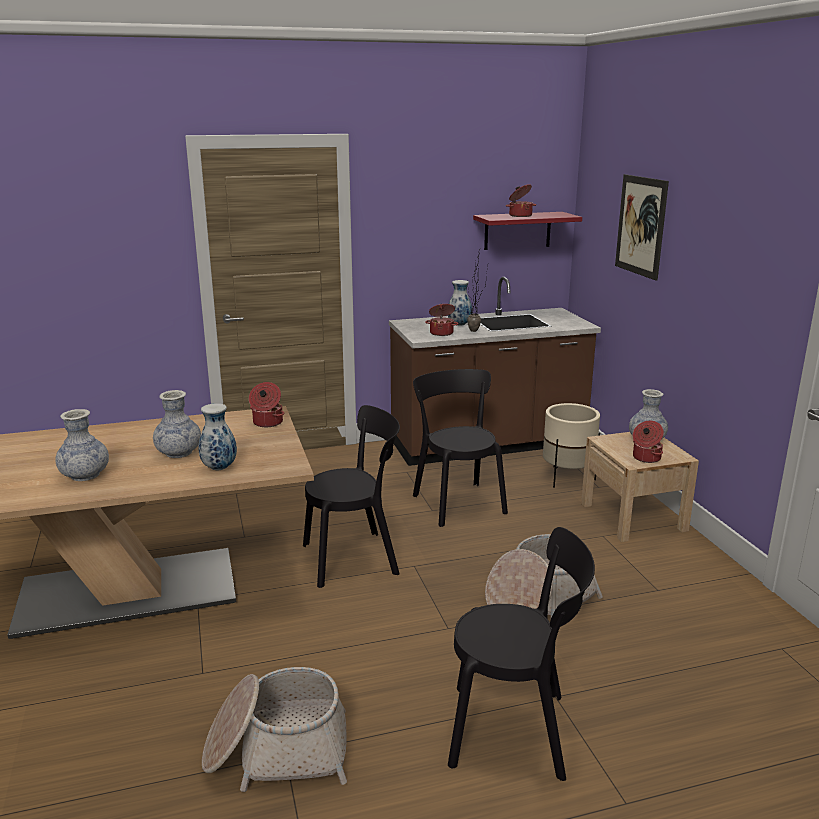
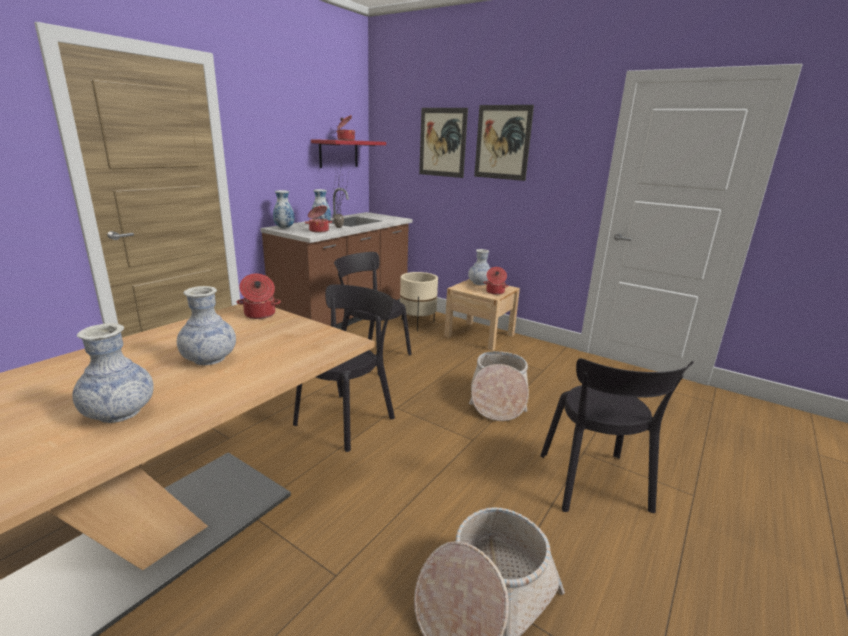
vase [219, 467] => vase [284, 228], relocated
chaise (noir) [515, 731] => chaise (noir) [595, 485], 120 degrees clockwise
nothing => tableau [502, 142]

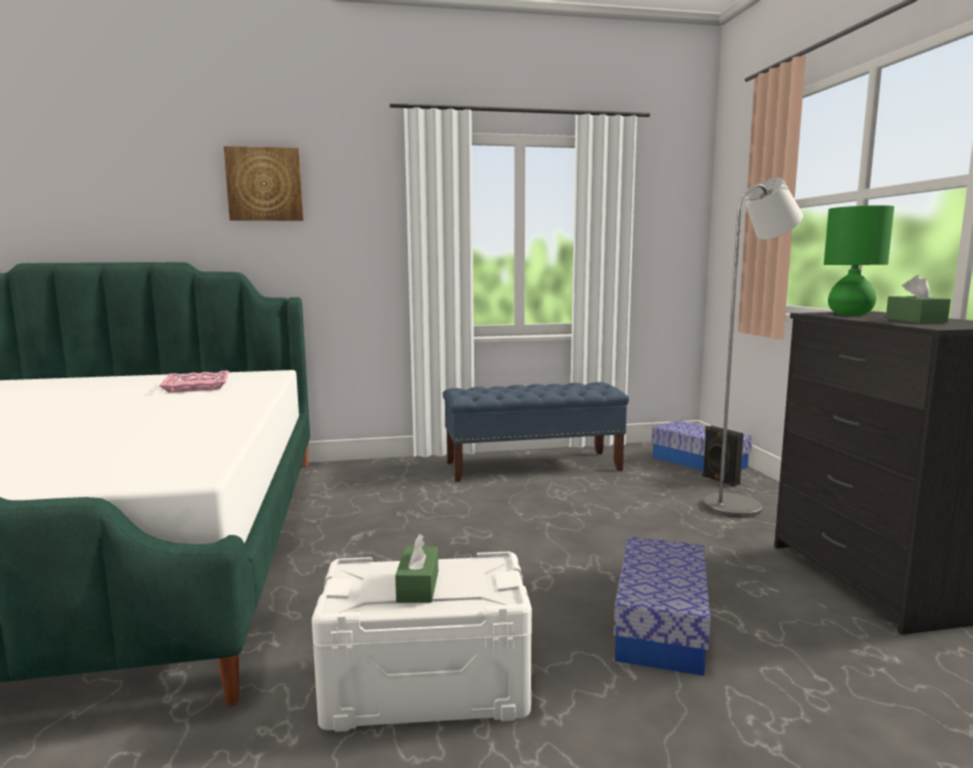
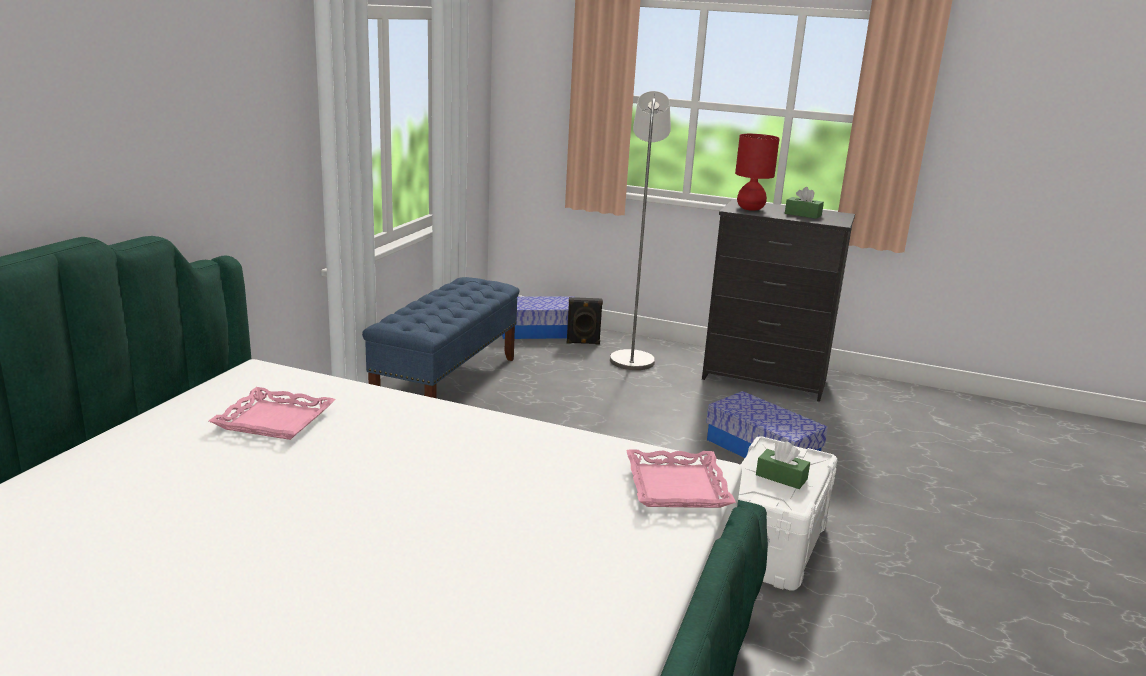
tableau [265, 184] => nothing
lampe de table (vert) [850, 314] => lampe de table (rouge) [750, 208]
nothing => plateau (rose) [678, 487]

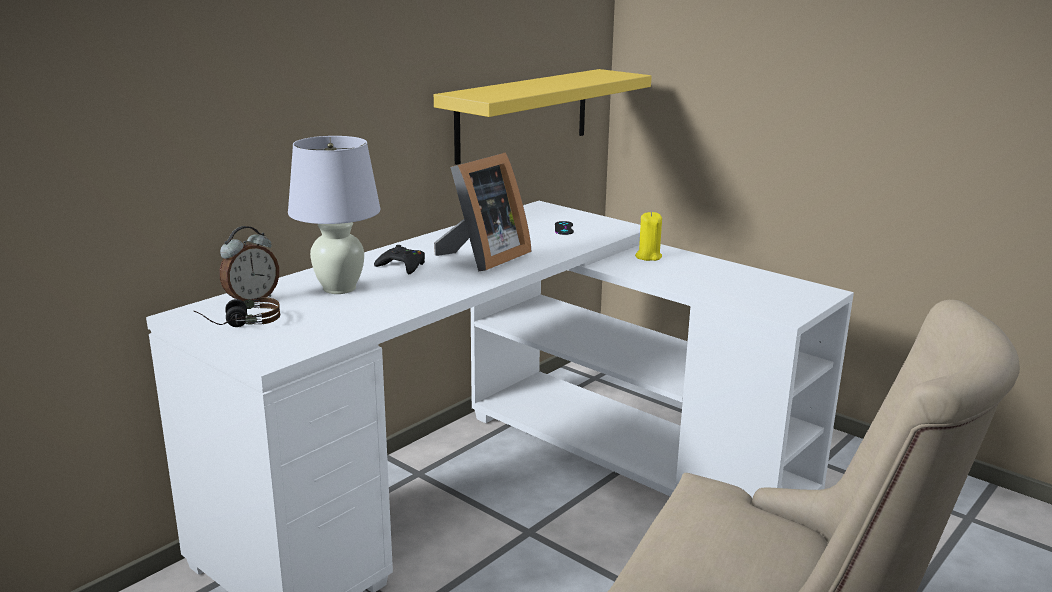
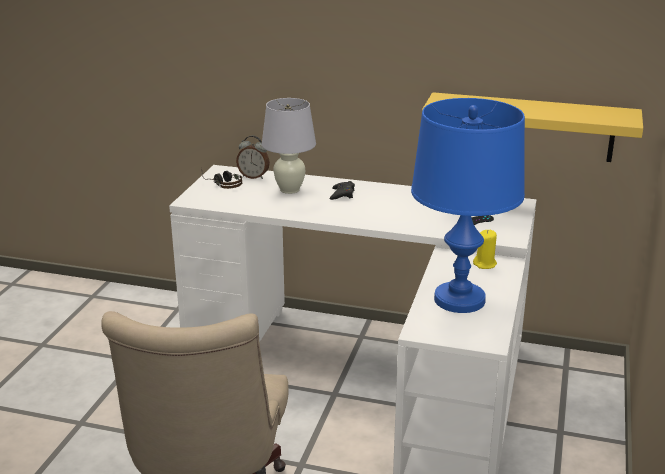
cadre photo [483, 258] => nothing
nothing => lampe de table (bleu) [460, 300]

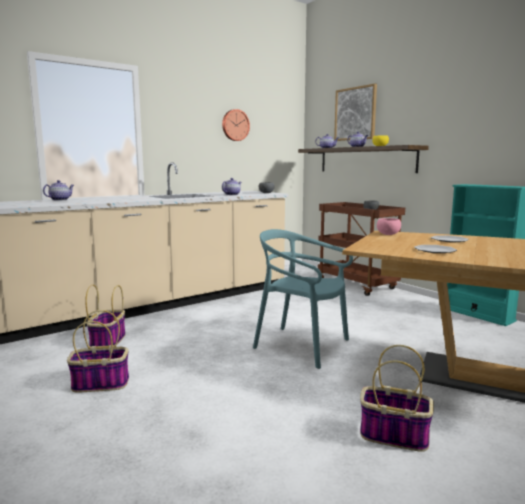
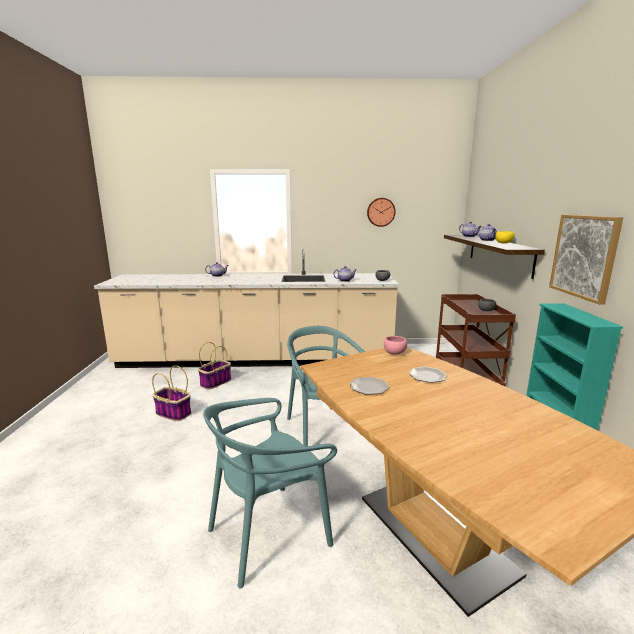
tableau [355, 113] => tableau [584, 256], relocated
panier [392, 436] => chaise (turquoise) [269, 533]

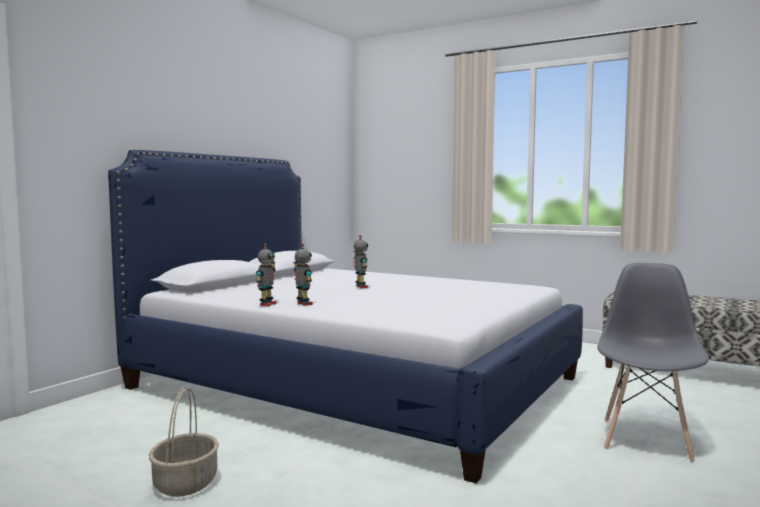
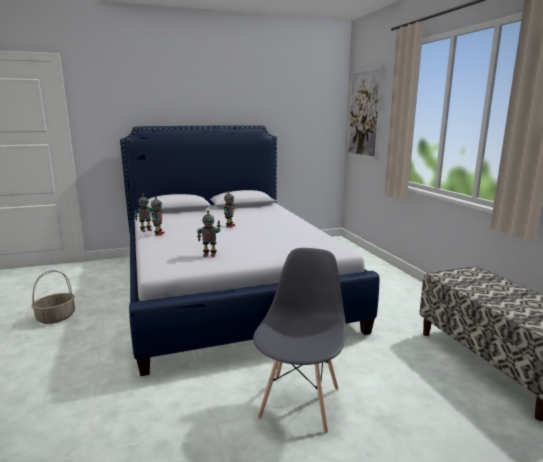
chaise (gris) [646, 439] => chaise (gris) [300, 402], 45 degrees counterclockwise
nothing => robot jouet [209, 254]
nothing => tableau [364, 114]

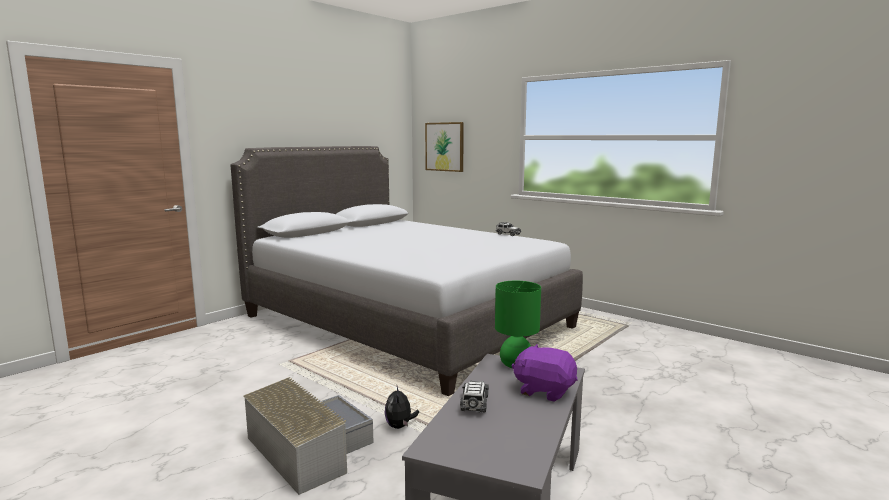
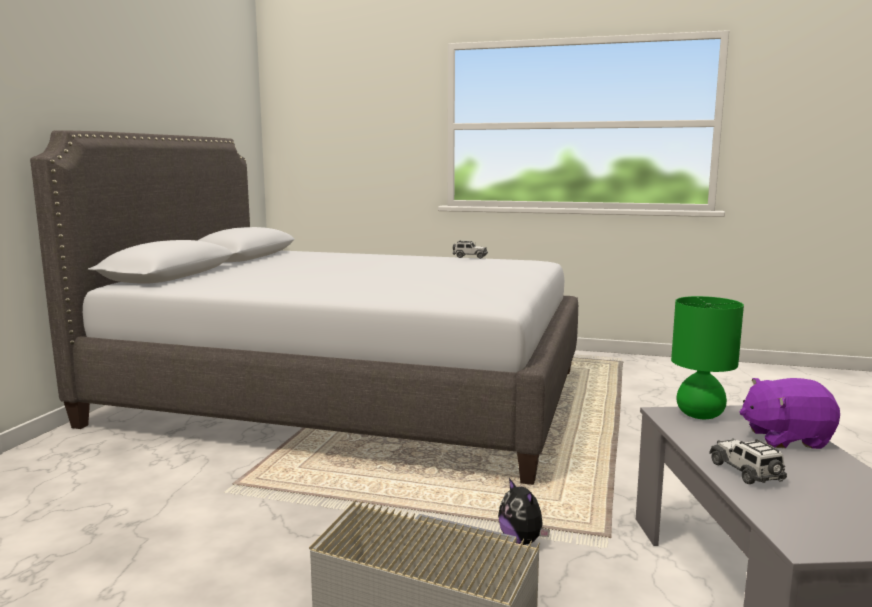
tableau [444, 146] => nothing

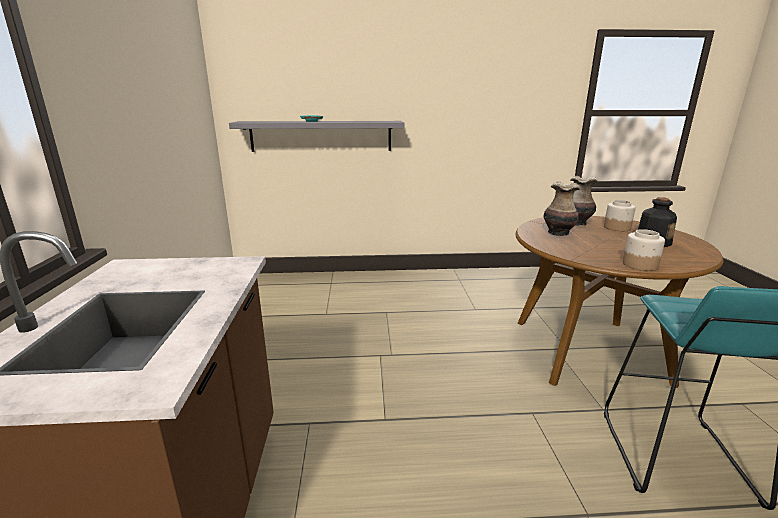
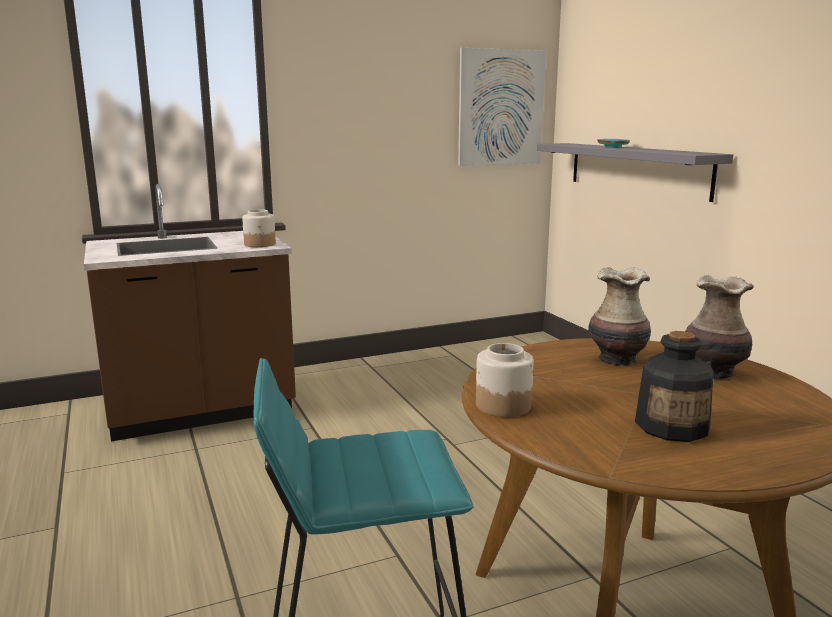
bocal [617, 227] => bocal [260, 244], relocated
nothing => tableau [501, 108]

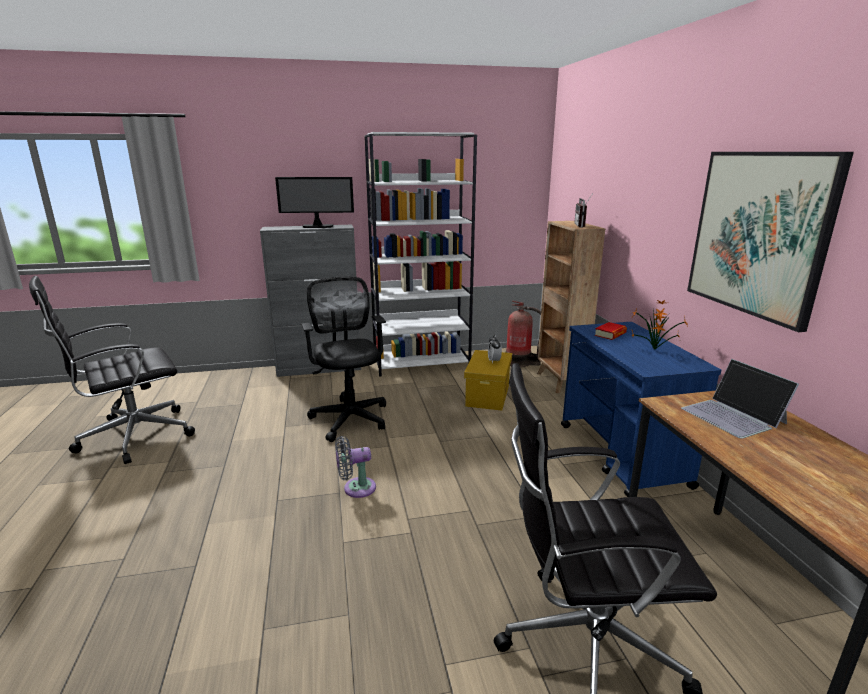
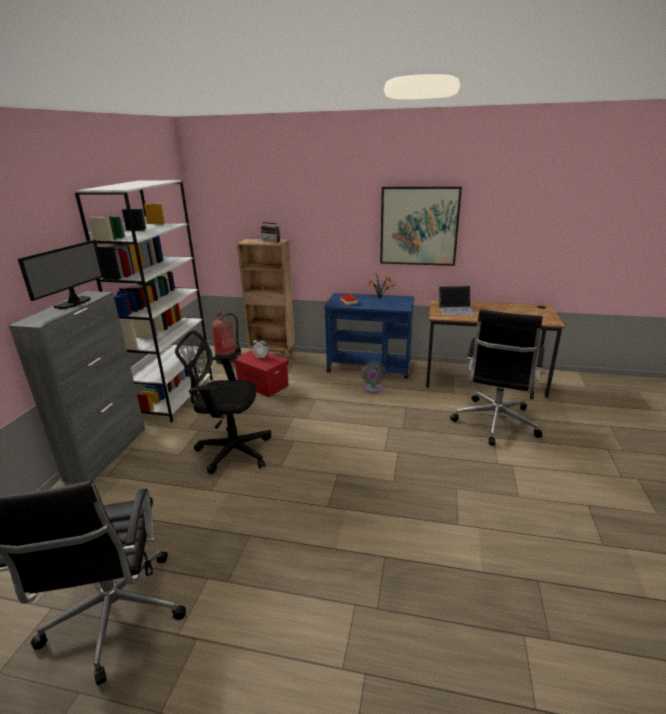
ventilateur (gris) [356, 488] => ventilateur (gris) [373, 389], relocated
boîte de rangement (jaune) [488, 396] => boîte de rangement (rouge) [263, 384]

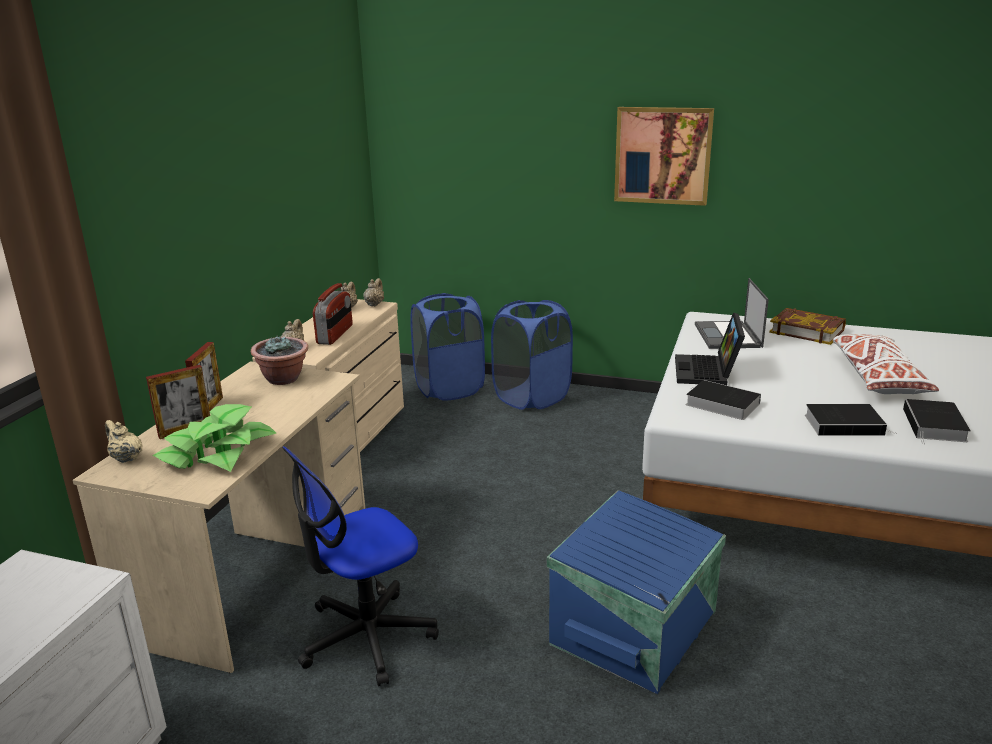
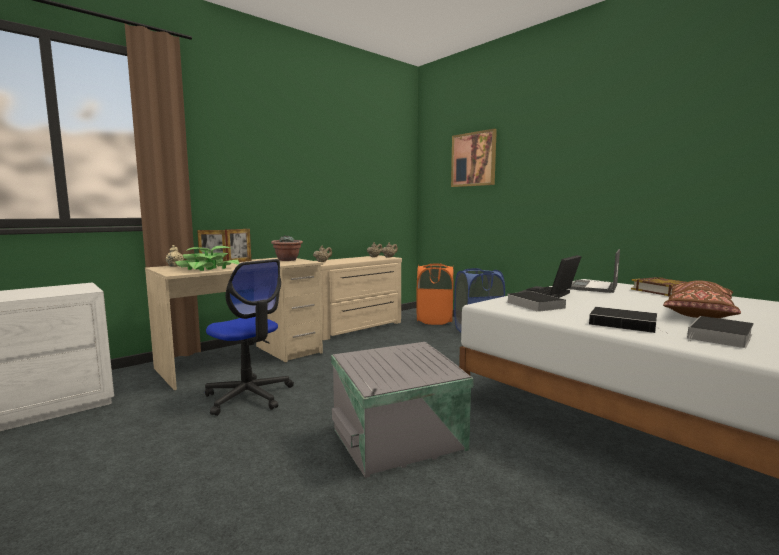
chaise de bureau [366, 637] => chaise de bureau [249, 396], 135 degrees counterclockwise
radio [335, 334] => nothing
panier à linge (bleu) [449, 388] => panier à linge (orange) [434, 320]
boîte de rangement (bleu) [637, 627] => boîte de rangement (gris) [400, 440]
tableau [663, 155] => tableau [473, 159], relocated
coussin (blanc) [878, 377] => coussin (marron) [699, 312]

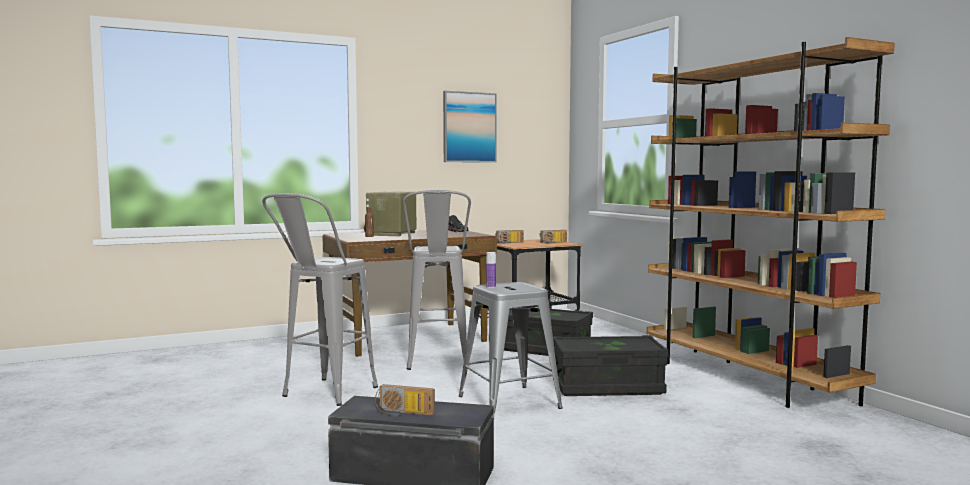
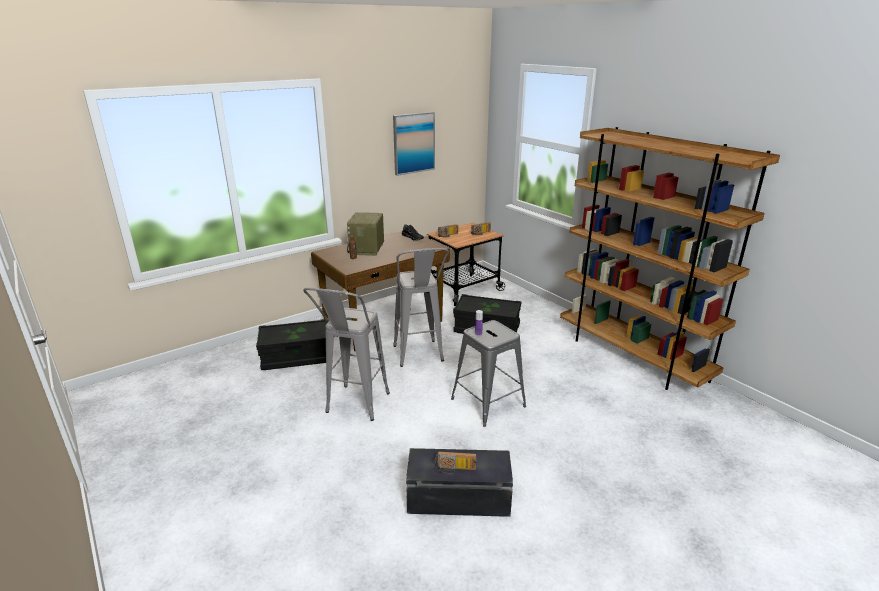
boîte de rangement (noir) [607, 387] => boîte de rangement (noir) [296, 357], relocated

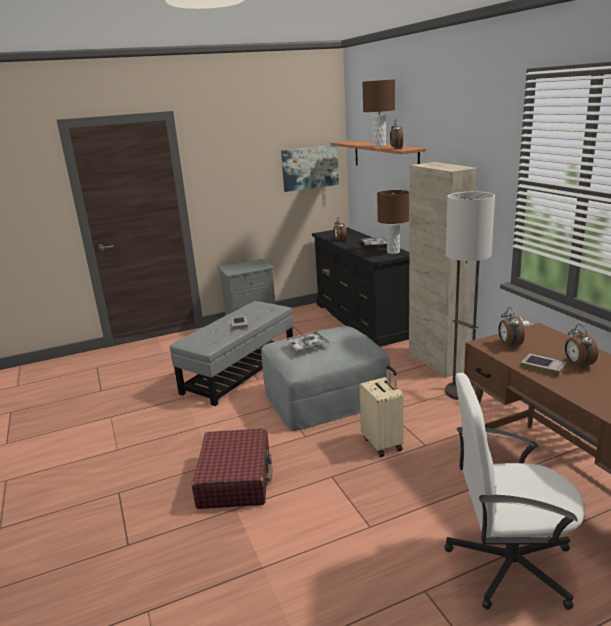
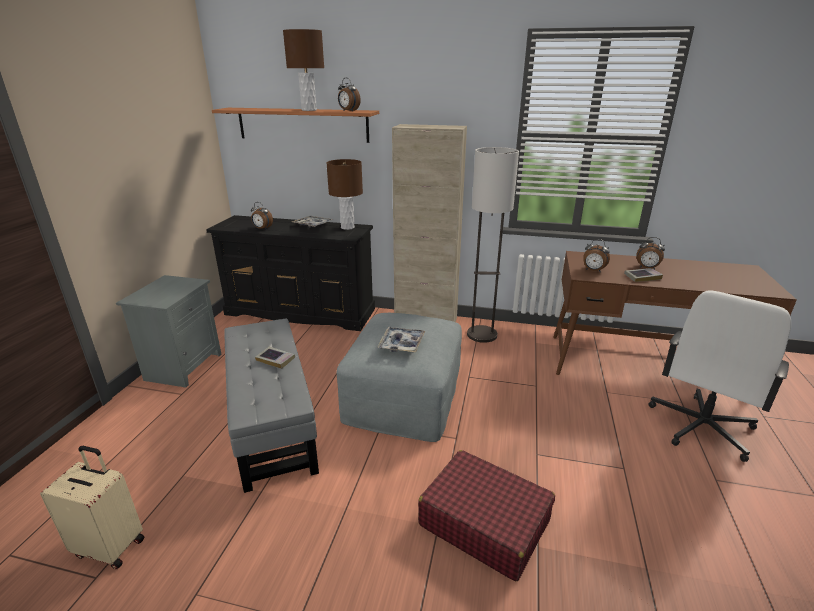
tableau [310, 167] => nothing
valise (beige) [383, 444] => valise (beige) [111, 546], relocated

